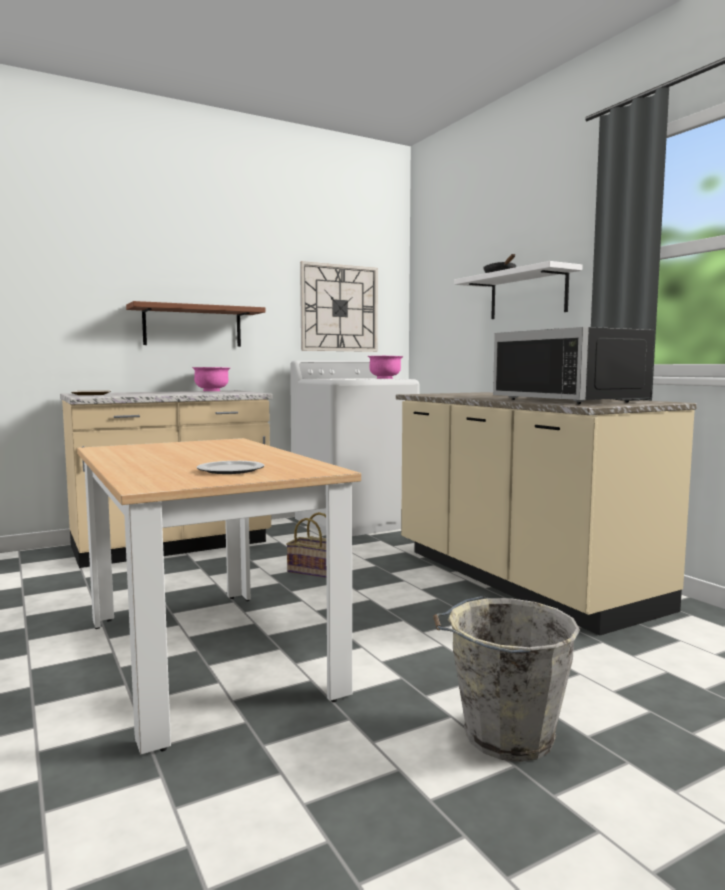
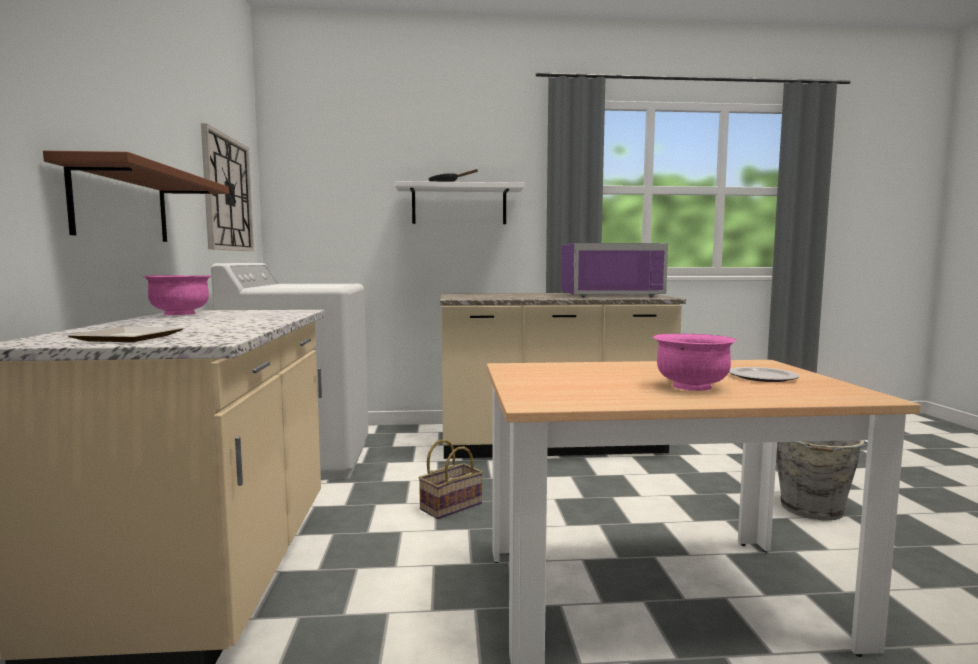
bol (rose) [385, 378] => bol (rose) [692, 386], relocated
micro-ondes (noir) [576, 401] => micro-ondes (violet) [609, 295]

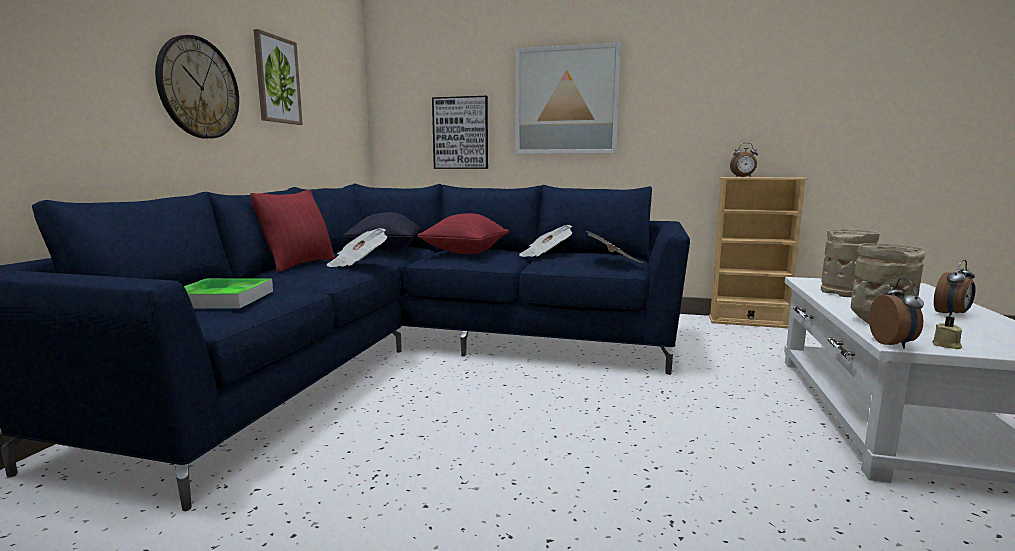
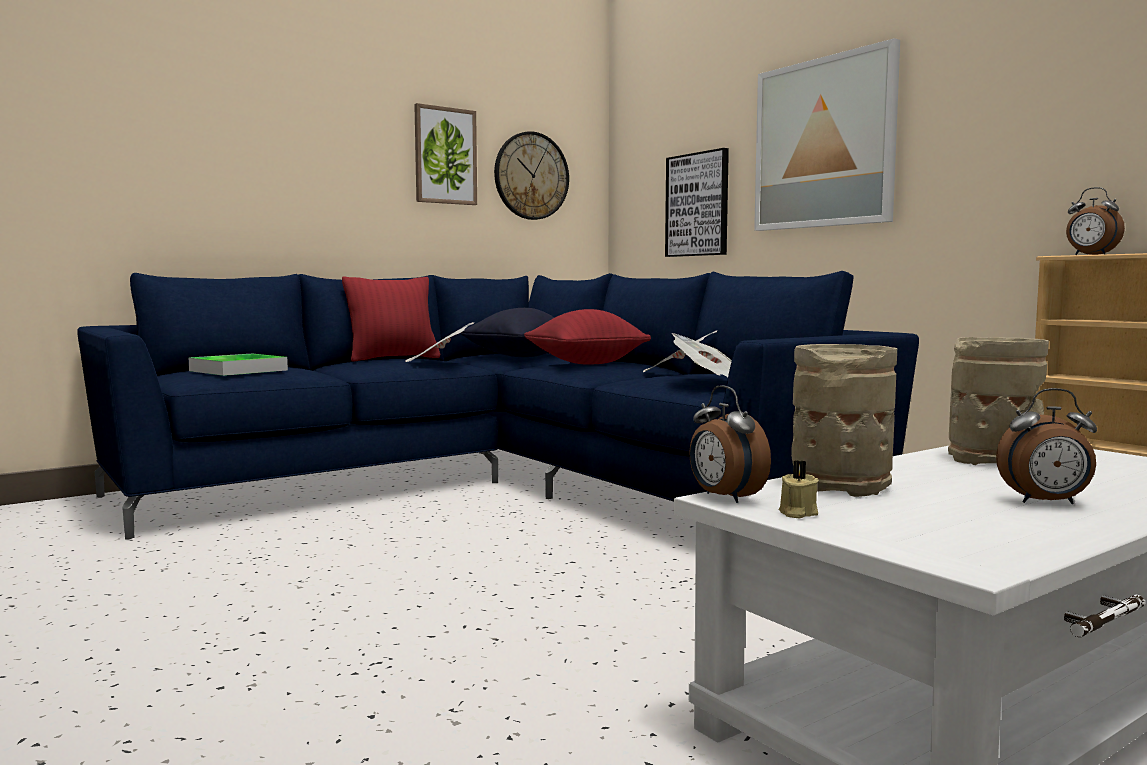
horloge murale [198, 88] => horloge murale [531, 176], relocated
réveil [893, 344] => réveil [724, 497], 105 degrees clockwise

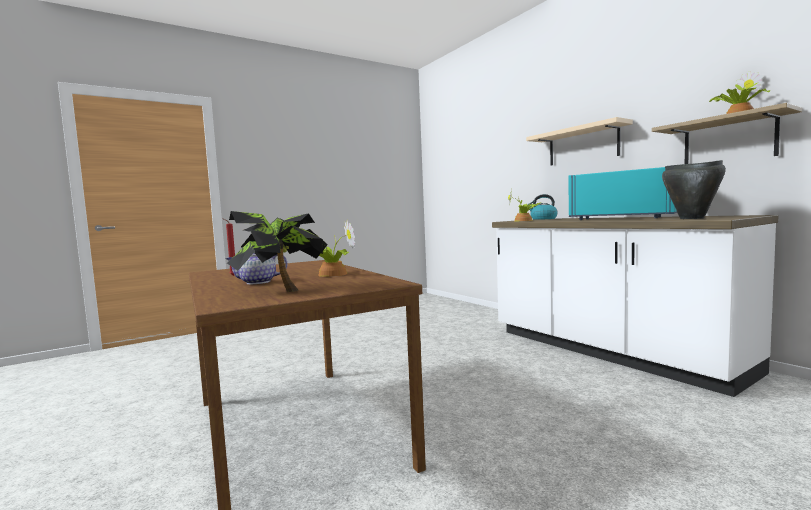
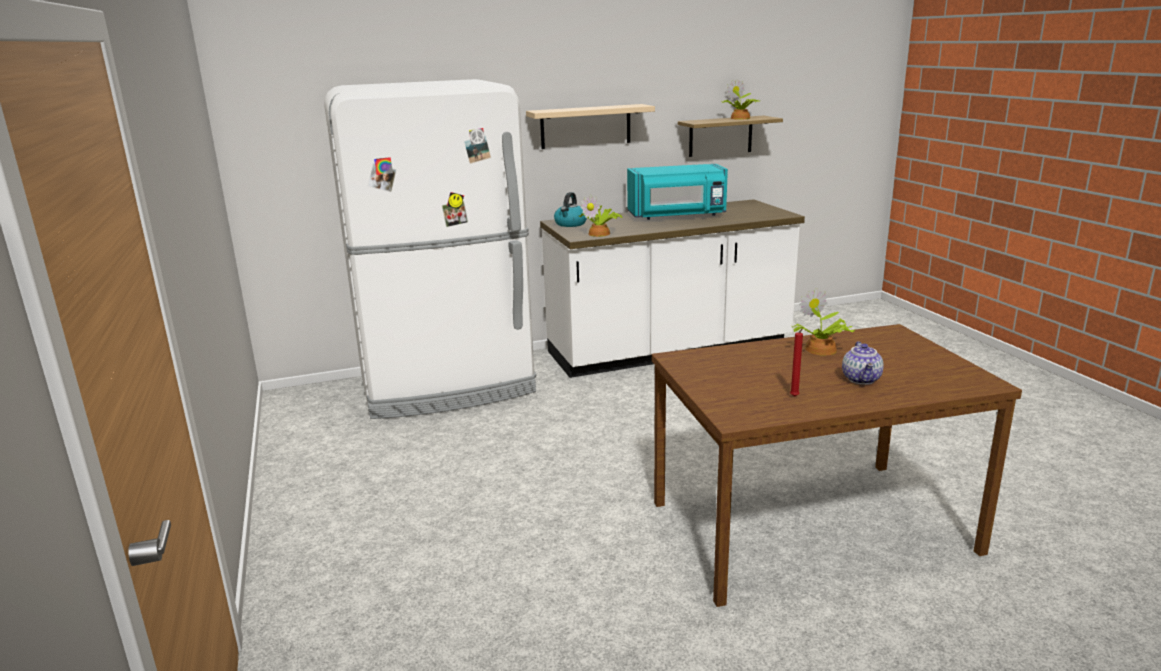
plante en pot [281, 290] => nothing
micro-ondes (turquoise) [622, 218] => micro-ondes (turquoise) [677, 216], 150 degrees counterclockwise
marmite (noir) [692, 218] => nothing
nothing => réfrigérateur (blanc) [448, 386]

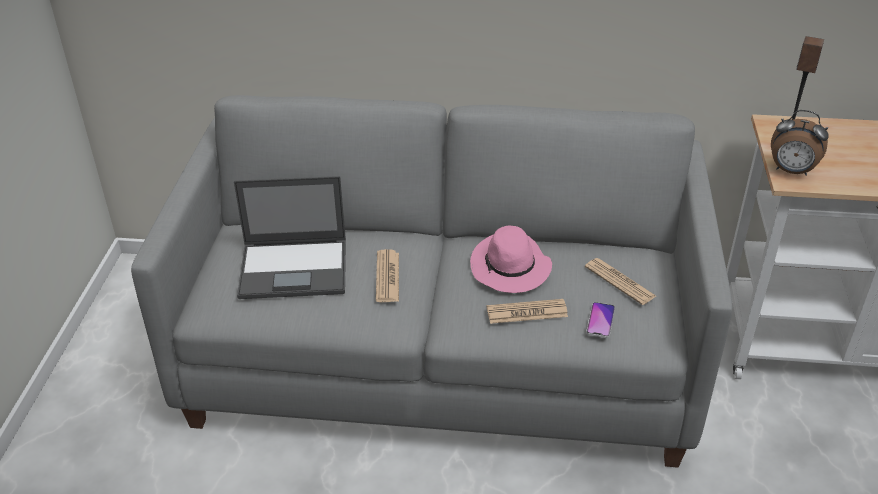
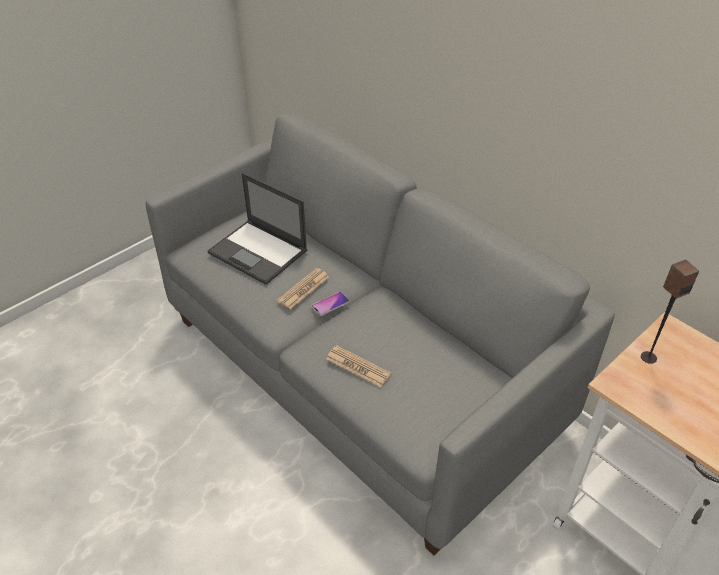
chapeau (rose) [510, 268] => nothing
journal [620, 282] => nothing
téléphone [600, 321] => téléphone [330, 304], relocated
réveil [791, 171] => nothing

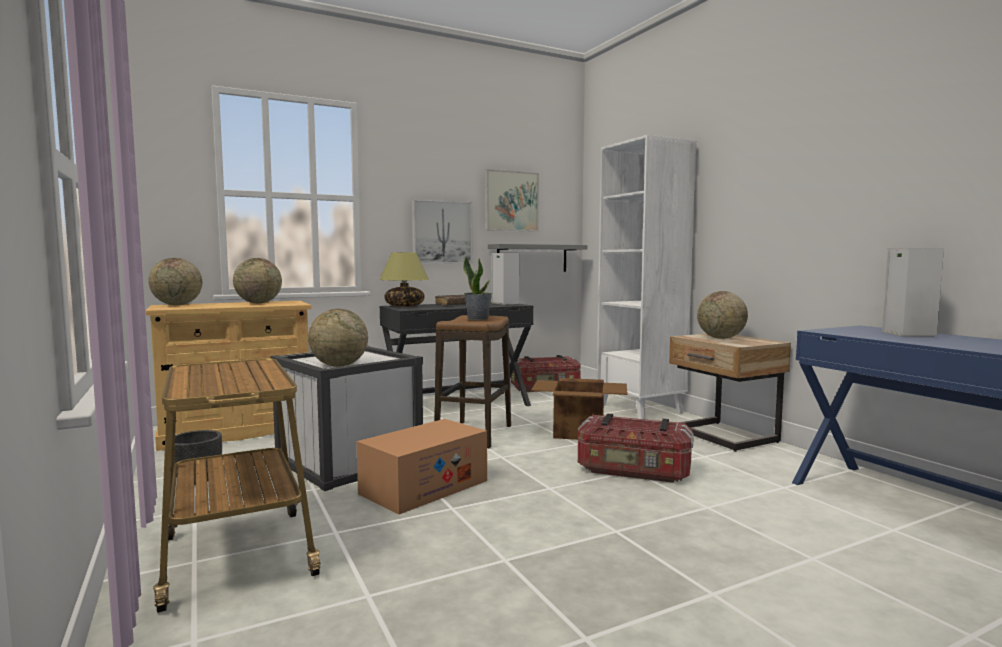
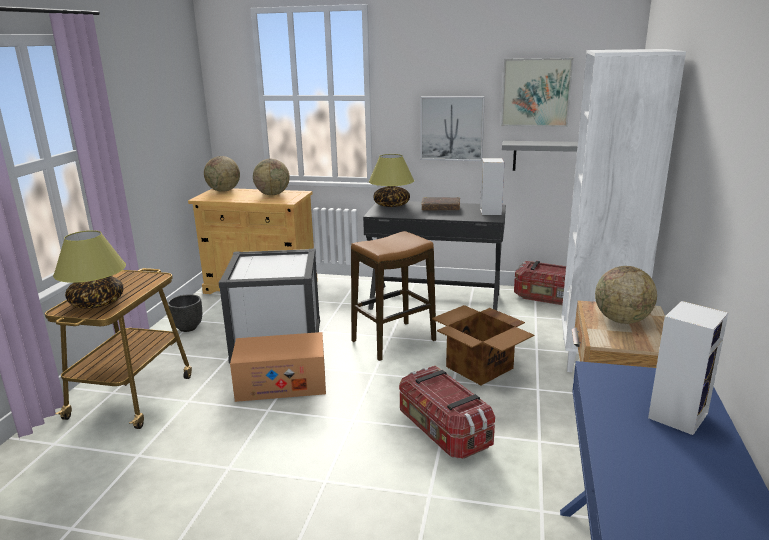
globe [339, 366] => nothing
plante en pot [478, 318] => nothing
nothing => lampe de table [97, 302]

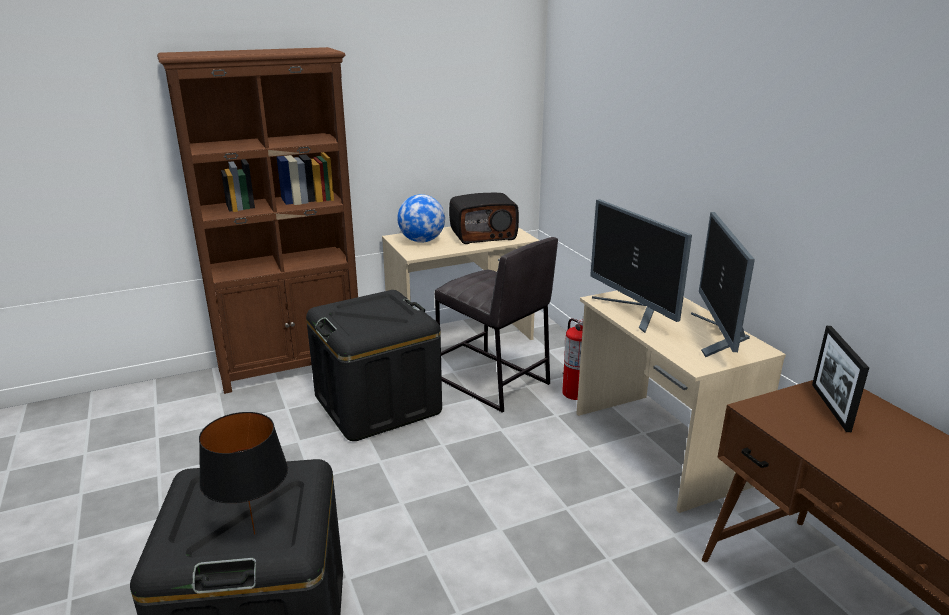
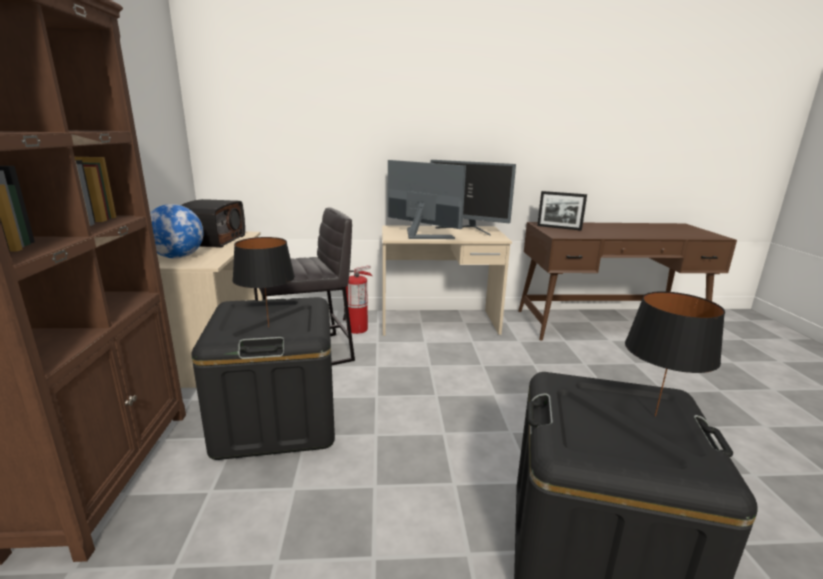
écran d'ordinateur [633, 312] => écran d'ordinateur [420, 235], 135 degrees counterclockwise
nothing => lampe de table (noir) [269, 327]

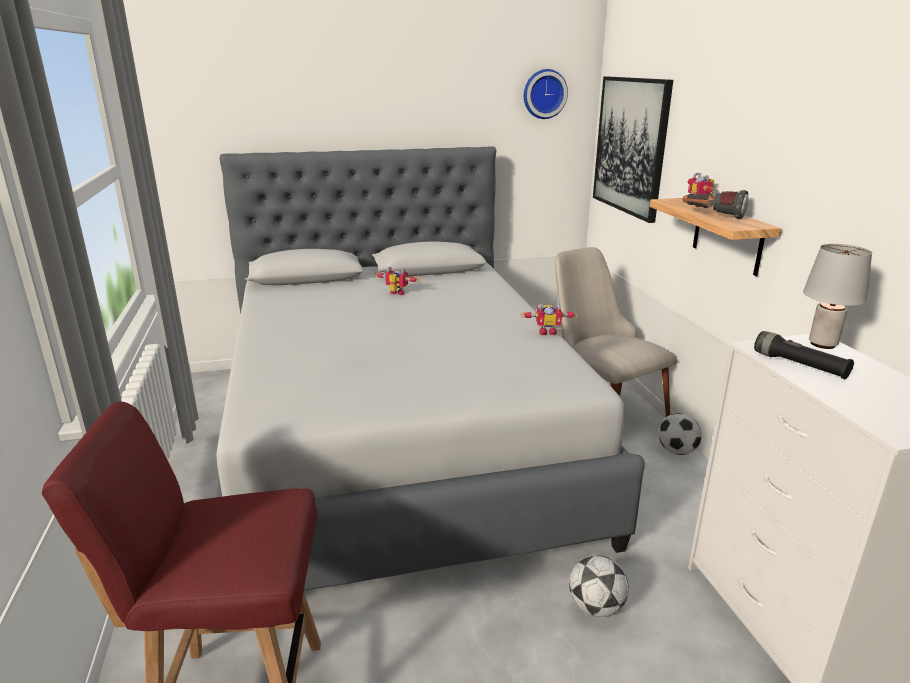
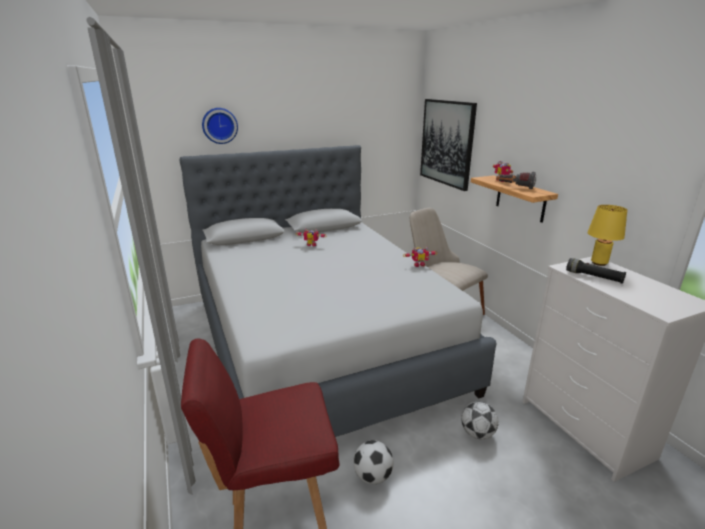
horloge murale [544, 94] => horloge murale [219, 125], relocated
ballon de foot [676, 451] => ballon de foot [372, 476], relocated
lampe de table (gris) [822, 344] => lampe de table (jaune) [598, 263]

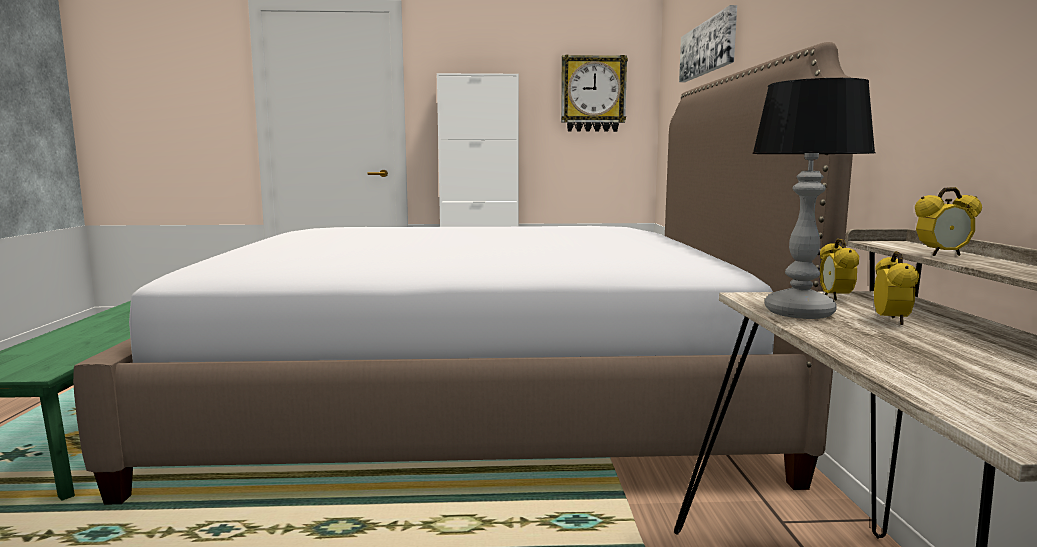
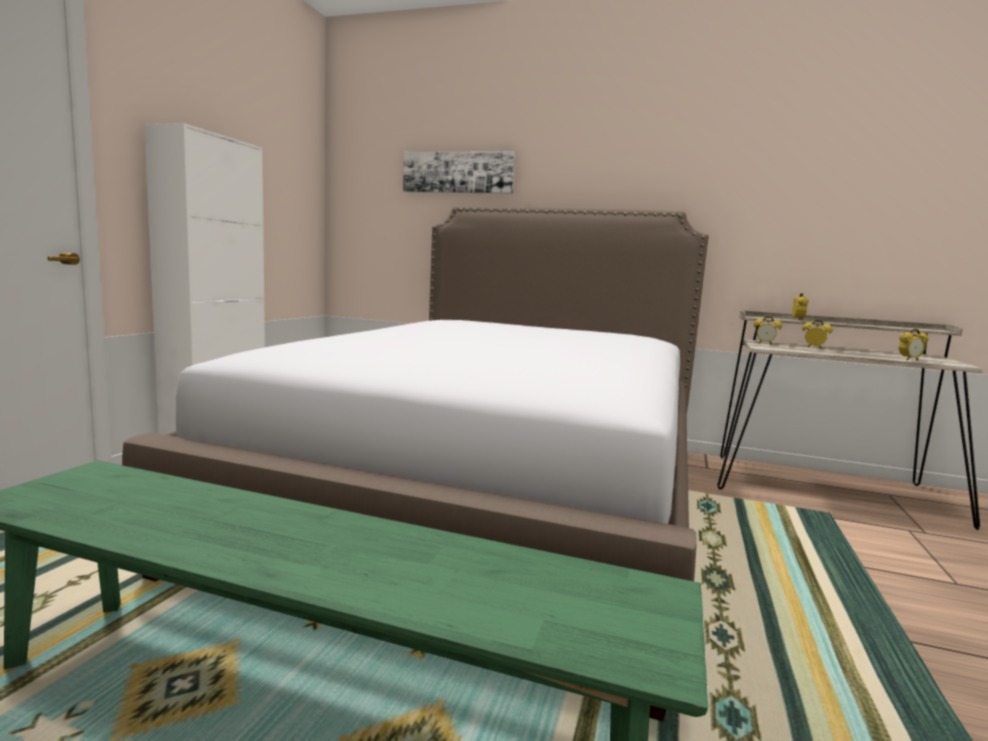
horloge murale [593, 94] => nothing
lampe de table [798, 312] => nothing
nothing => réveil [909, 360]

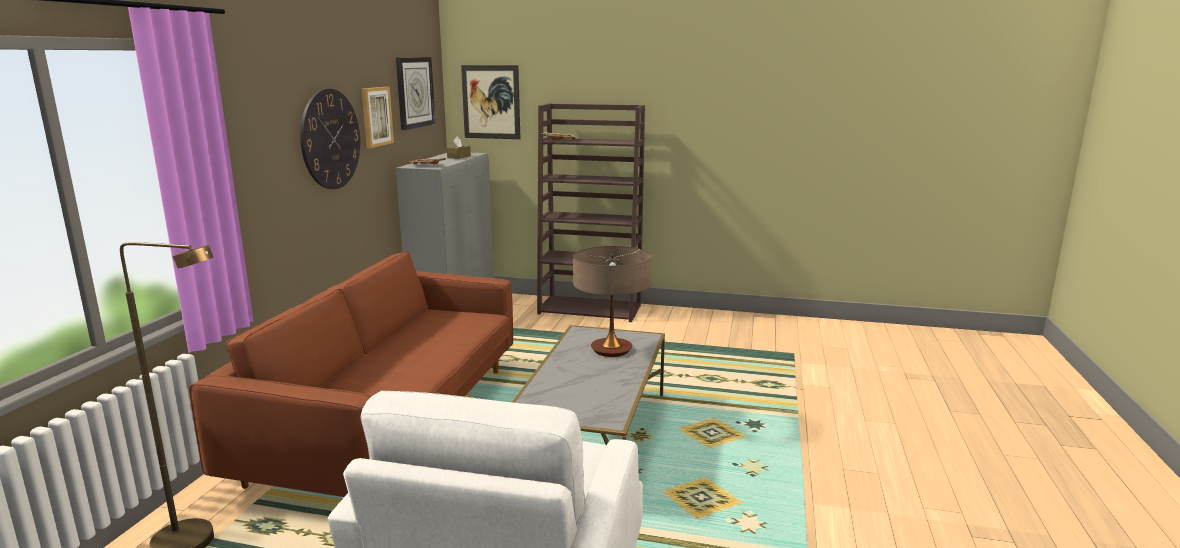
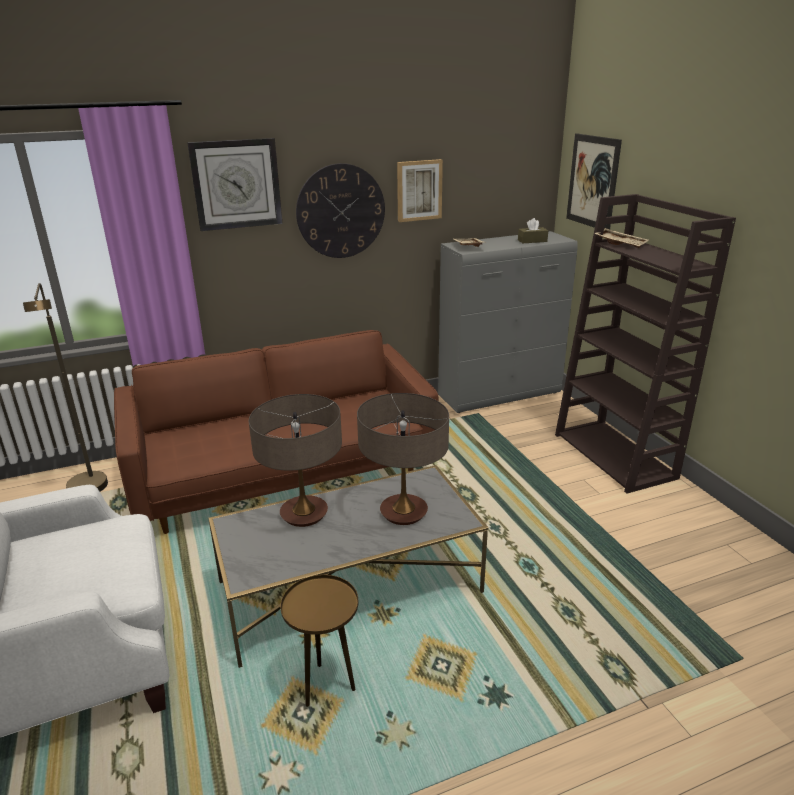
horloge murale [414, 92] => horloge murale [236, 184], relocated
nothing => lampe de table [304, 514]
nothing => table d'appoint (marron) [327, 687]

